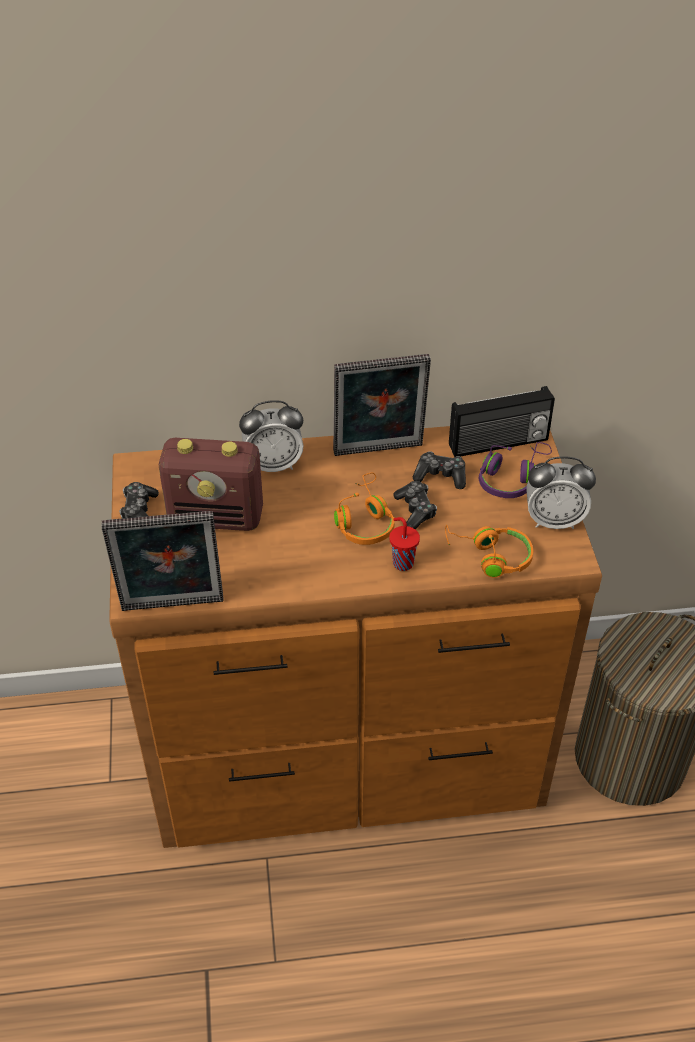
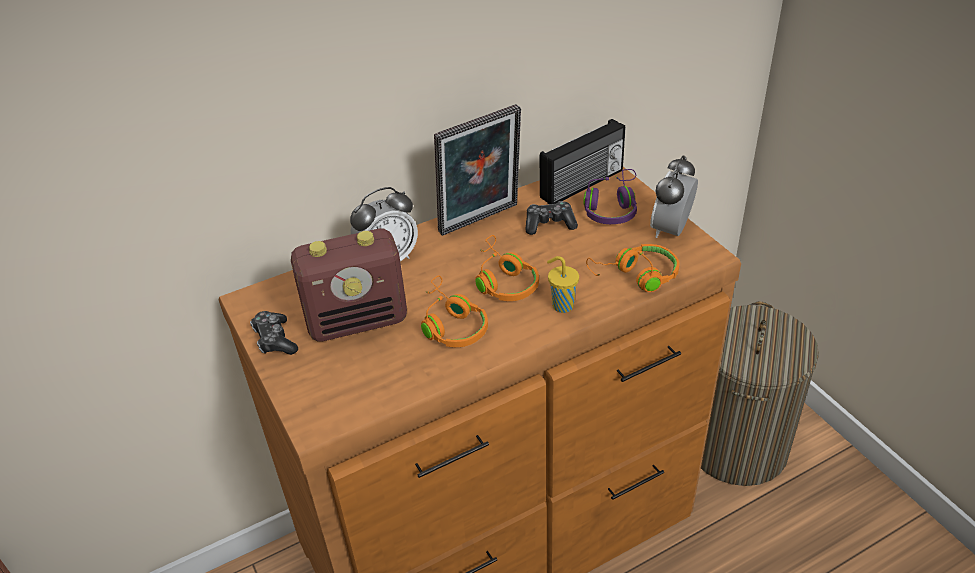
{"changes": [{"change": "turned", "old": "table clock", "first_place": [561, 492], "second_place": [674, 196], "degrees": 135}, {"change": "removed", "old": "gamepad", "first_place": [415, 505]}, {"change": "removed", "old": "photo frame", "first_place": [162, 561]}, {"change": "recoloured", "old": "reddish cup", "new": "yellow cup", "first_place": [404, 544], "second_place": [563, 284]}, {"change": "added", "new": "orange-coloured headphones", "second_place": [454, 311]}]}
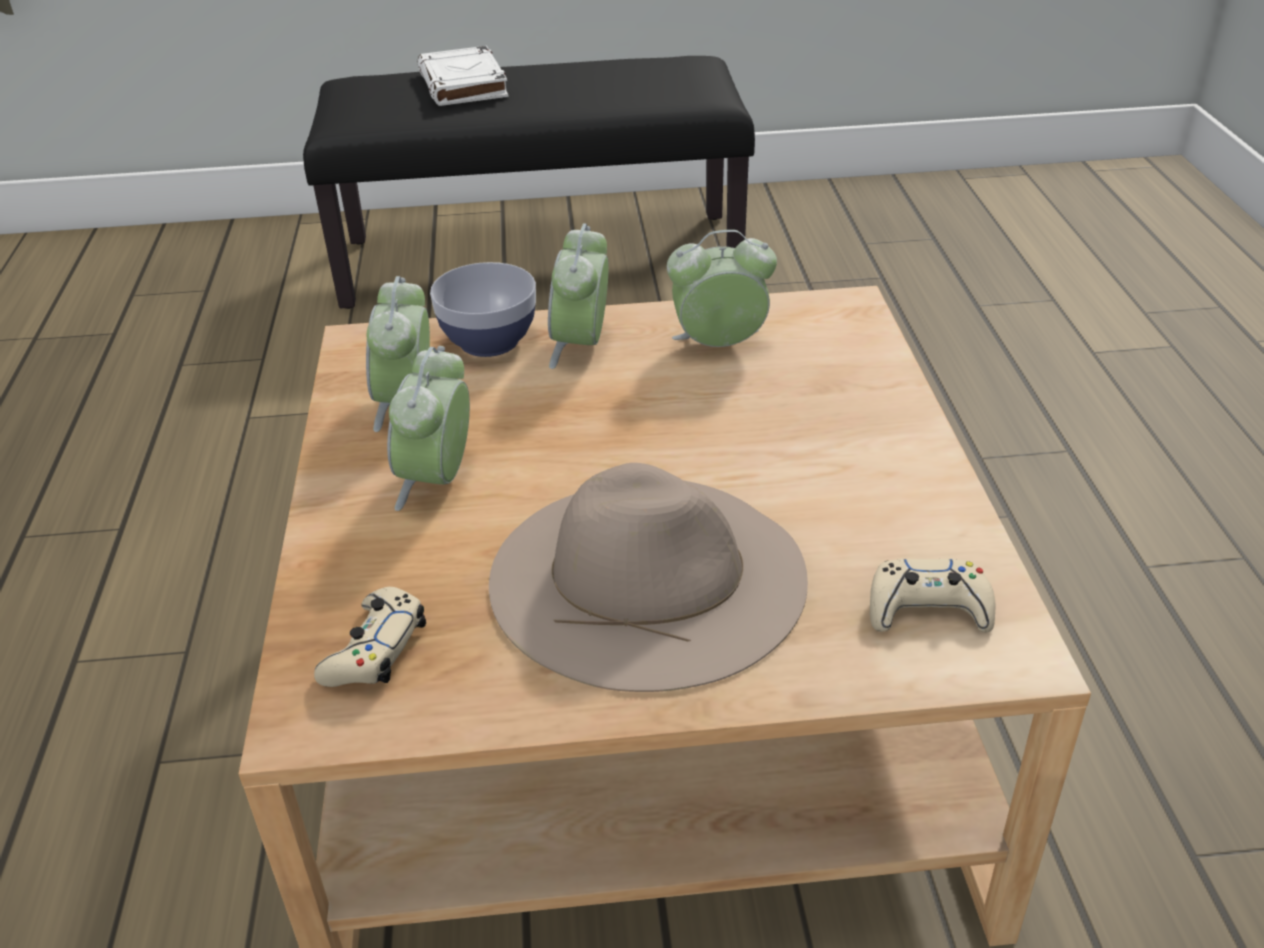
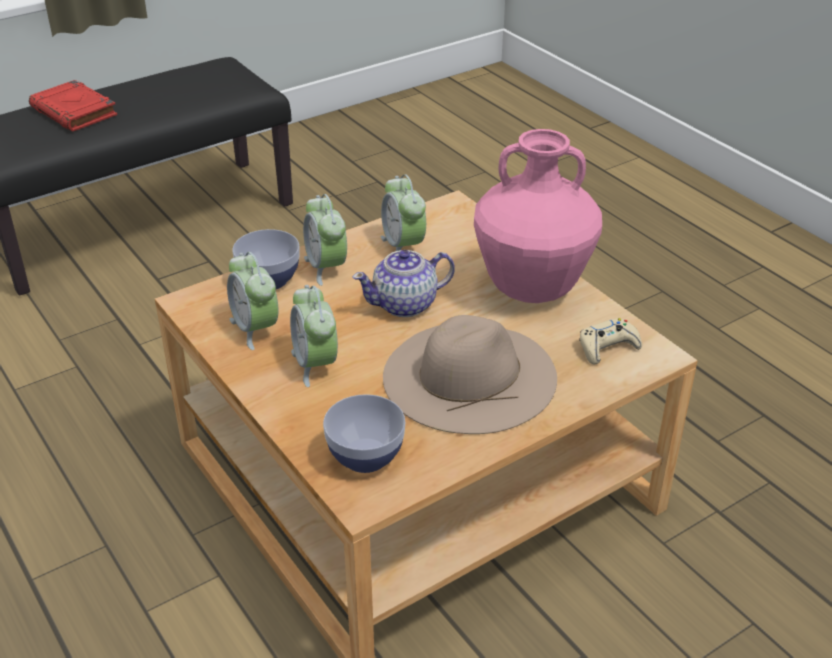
{"changes": [{"change": "recoloured", "old": "whitish book", "new": "reddish book", "first_place": [463, 76], "second_place": [73, 106]}, {"change": "turned", "old": "table clock", "first_place": [722, 288], "second_place": [403, 212], "degrees": -75}, {"change": "replaced", "old": "beige-coloured gamepad", "new": "deep dish", "first_place": [370, 637], "second_place": [364, 433]}, {"change": "added", "new": "pink vase", "second_place": [538, 216]}, {"change": "added", "new": "teapot", "second_place": [403, 283]}]}
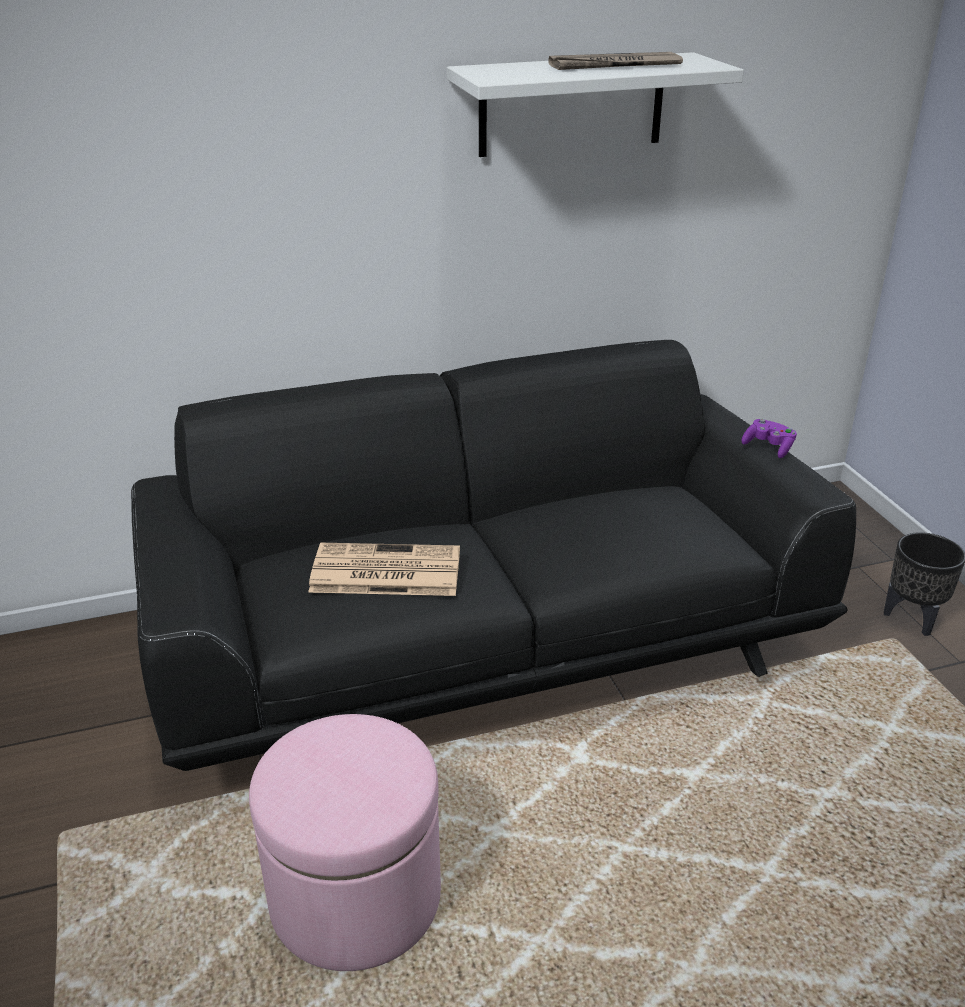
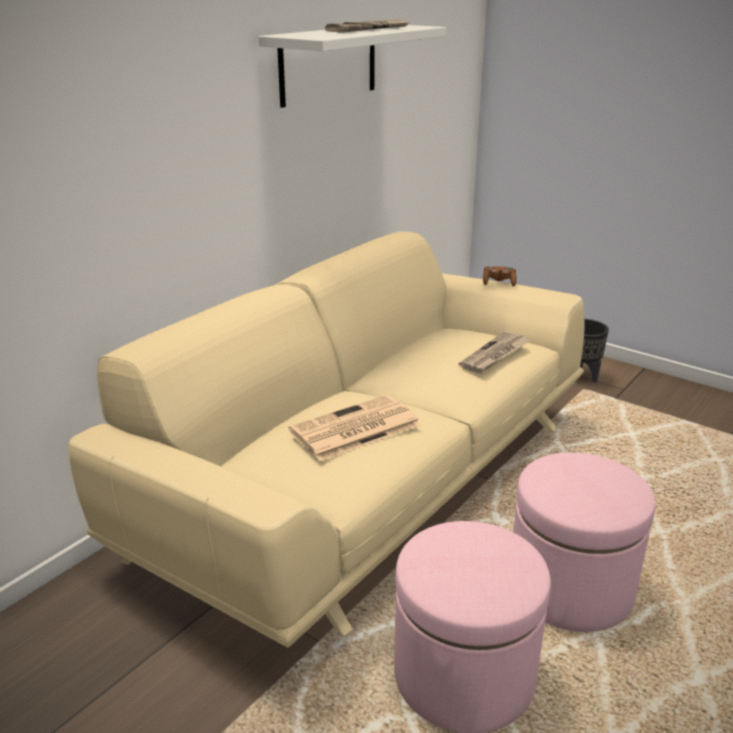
{"changes": [{"change": "recoloured", "old": "black sofa", "new": "beige-coloured sofa", "first_place": [493, 555], "second_place": [326, 440]}, {"change": "recoloured", "old": "purple gamepad", "new": "brownish gamepad", "first_place": [769, 438], "second_place": [500, 276]}, {"change": "added", "new": "daily paper", "second_place": [495, 352]}, {"change": "added", "new": "pink pouffe", "second_place": [584, 542]}]}
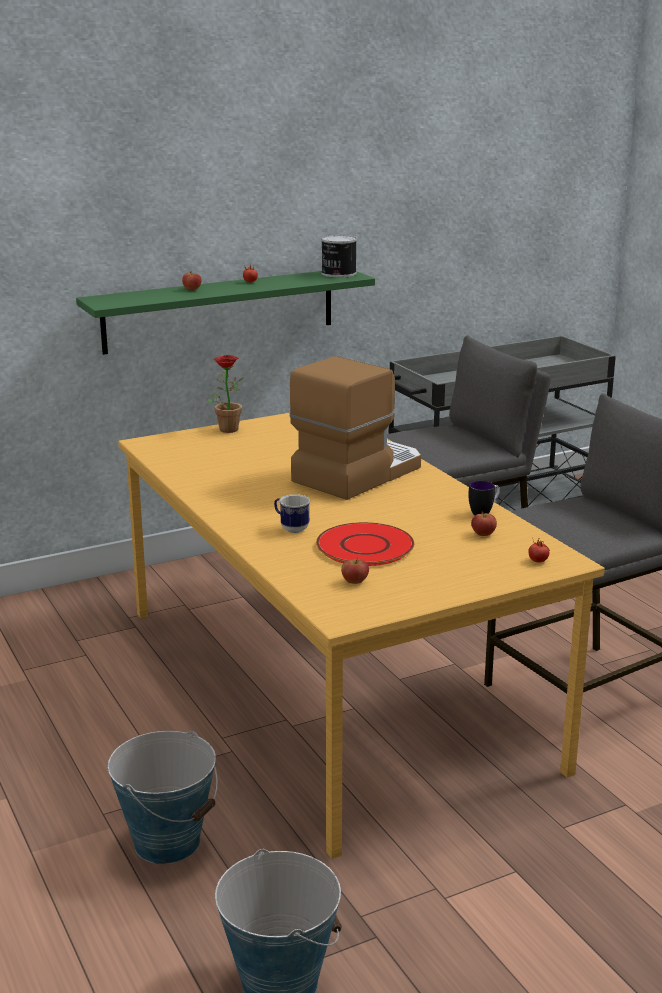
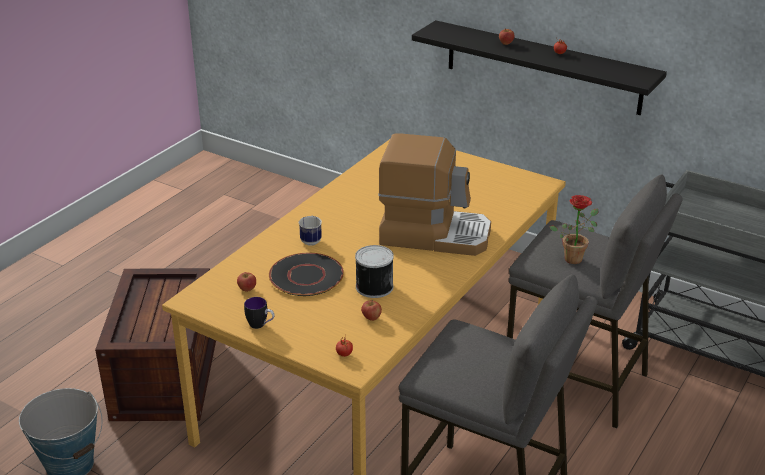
{"changes": [{"change": "moved", "old": "sealed can", "first_place": [339, 256], "second_place": [374, 271]}, {"change": "recoloured", "old": "greenish wall shelf", "new": "black wall shelf", "first_place": [225, 313], "second_place": [539, 67]}, {"change": "moved", "old": "potted plant", "first_place": [224, 394], "second_place": [574, 229]}, {"change": "moved", "old": "tea mug", "first_place": [484, 498], "second_place": [259, 313]}, {"change": "recoloured", "old": "reddish plate", "new": "black plate", "first_place": [365, 544], "second_place": [306, 274]}, {"change": "replaced", "old": "pail", "new": "crate", "first_place": [163, 797], "second_place": [155, 344]}]}
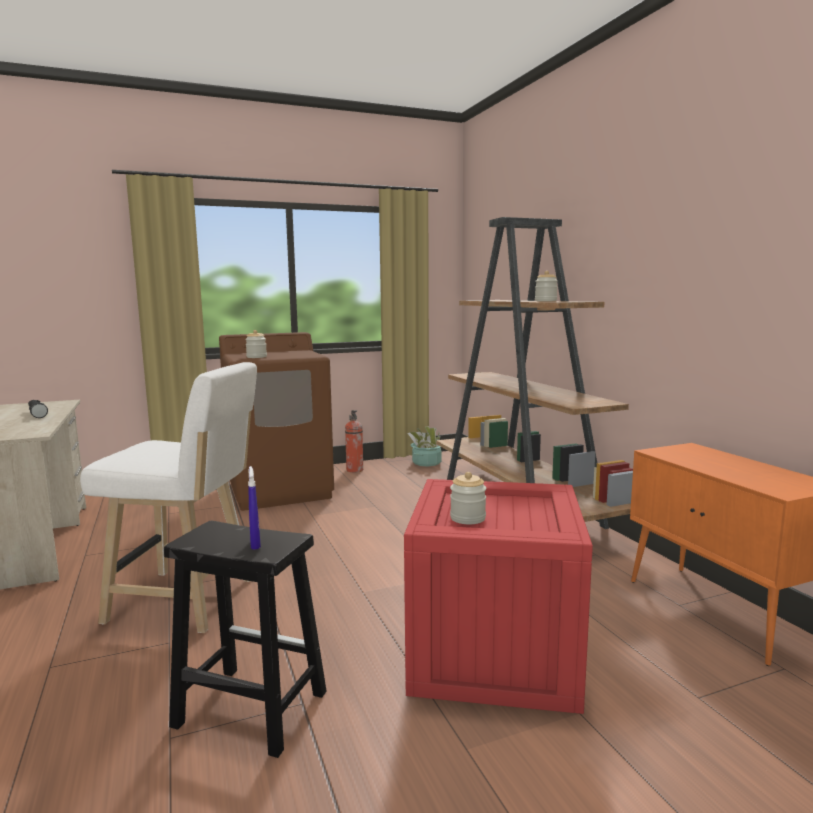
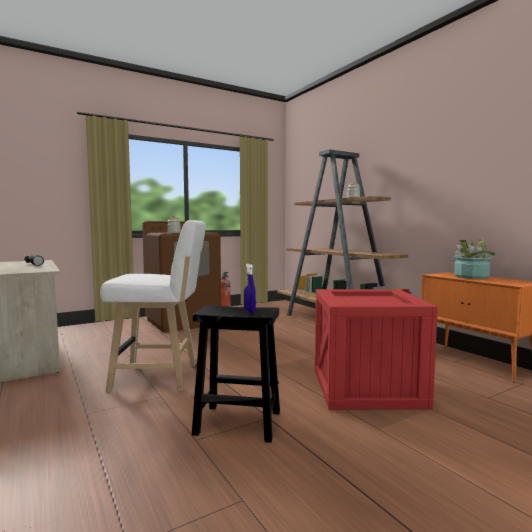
{"changes": [{"change": "moved", "old": "potted plant", "first_place": [424, 446], "second_place": [475, 258]}, {"change": "removed", "old": "preserve jar", "first_place": [468, 498]}]}
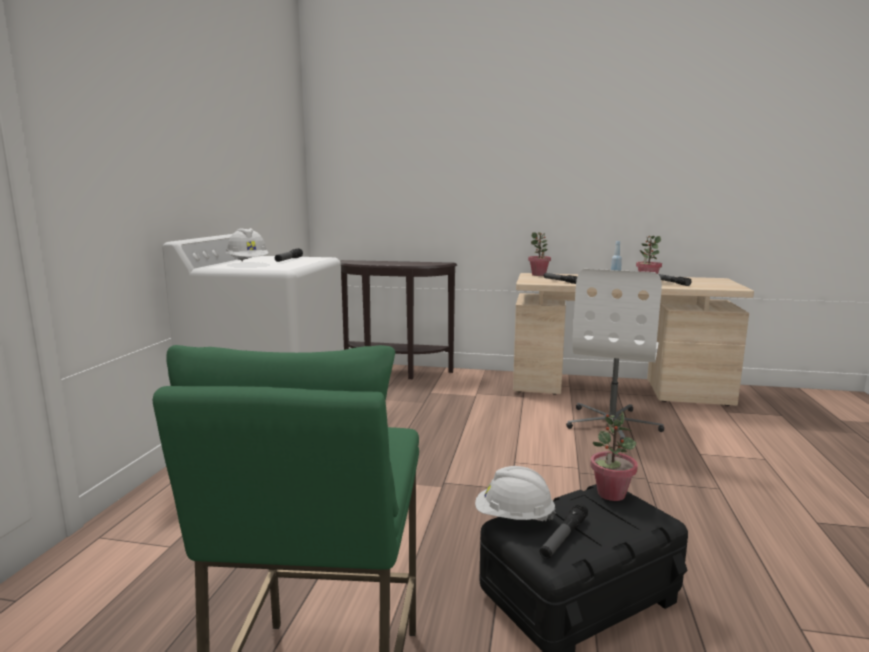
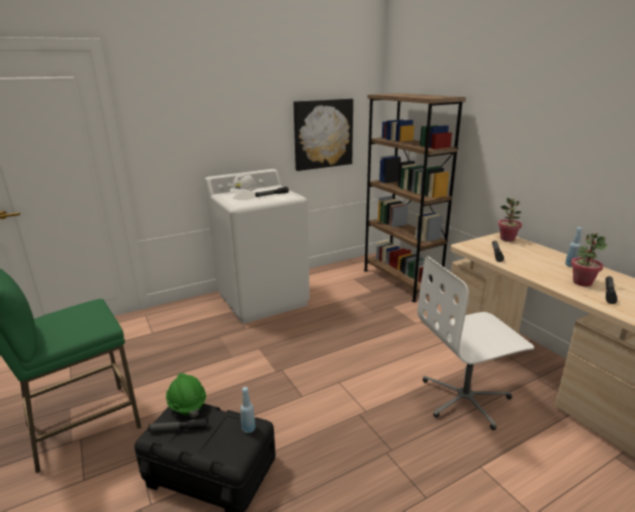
{"changes": [{"change": "replaced", "old": "brownish narrow table", "new": "brownish shelving unit", "first_place": [398, 319], "second_place": [415, 197]}, {"change": "replaced", "old": "potted plant", "new": "blue-coloured beverage bottle", "first_place": [614, 456], "second_place": [247, 410]}, {"change": "recoloured", "old": "whitish safety helmet", "new": "greenish safety helmet", "first_place": [515, 493], "second_place": [186, 395]}, {"change": "added", "new": "wall picture", "second_place": [323, 135]}]}
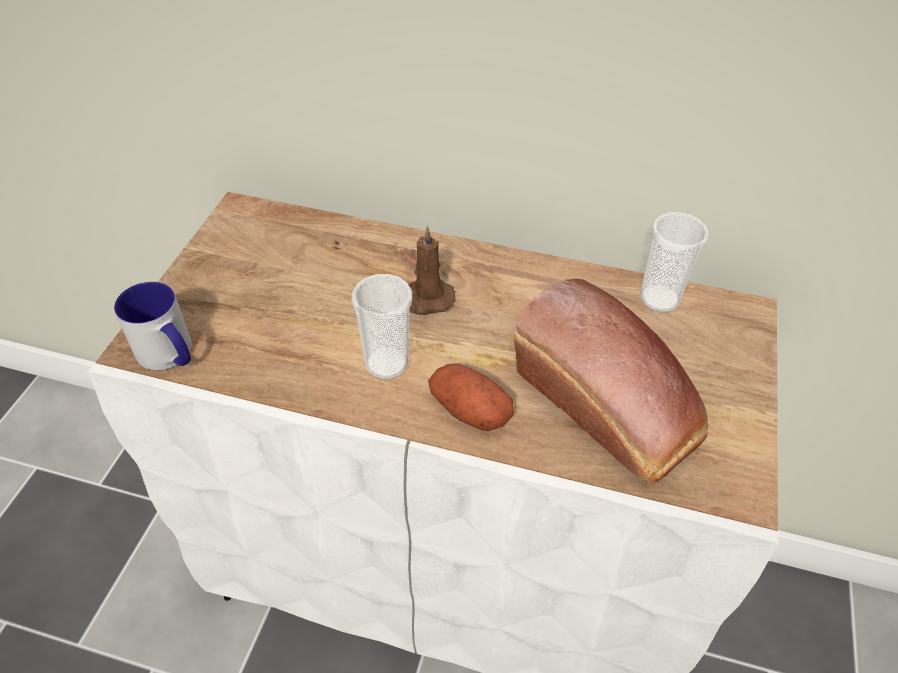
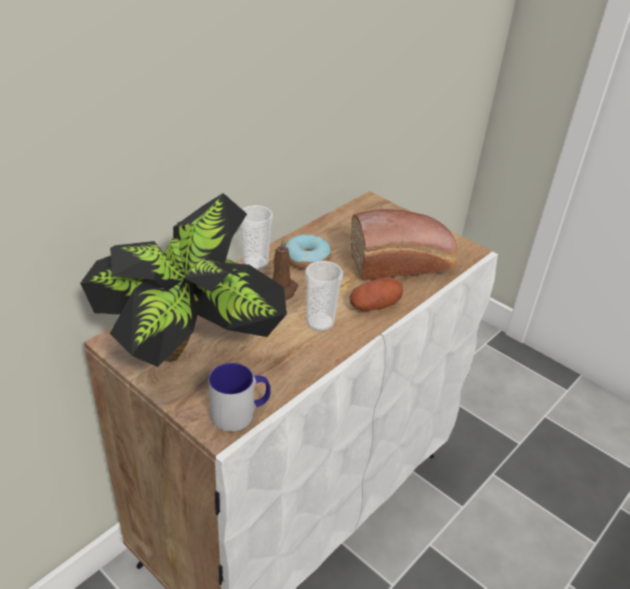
{"changes": [{"change": "moved", "old": "cup", "first_place": [674, 262], "second_place": [256, 237]}, {"change": "added", "new": "potted plant", "second_place": [183, 280]}, {"change": "added", "new": "donut", "second_place": [308, 252]}]}
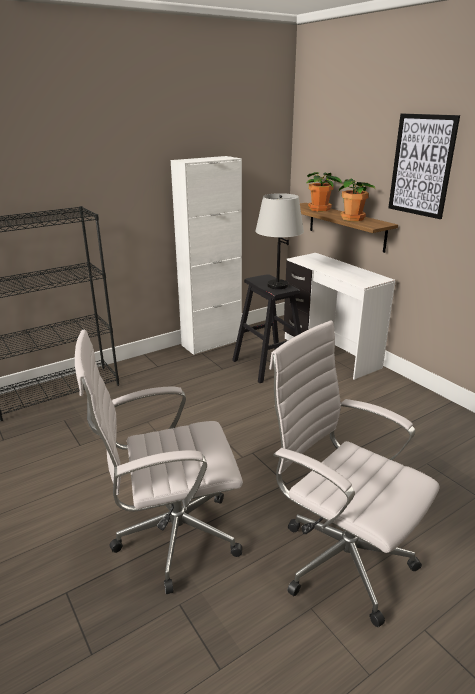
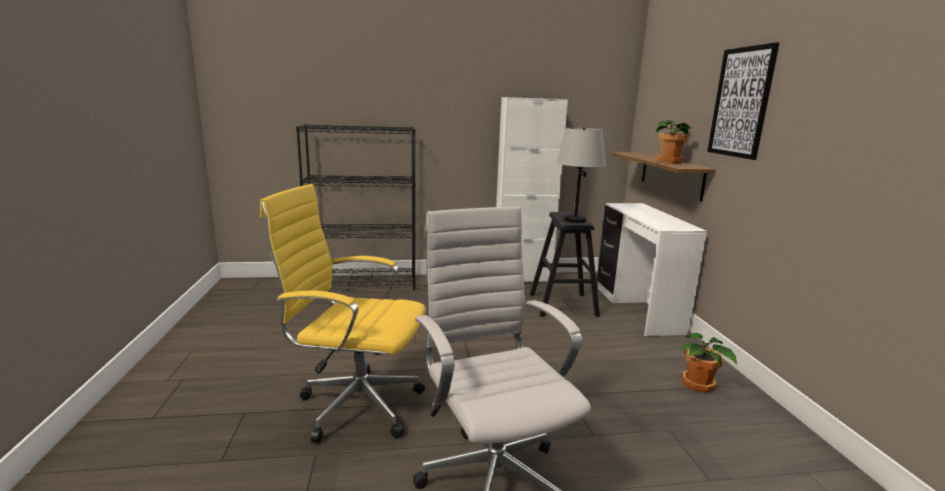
{"changes": [{"change": "moved", "old": "potted plant", "first_place": [324, 192], "second_place": [708, 363]}, {"change": "recoloured", "old": "whitish office chair", "new": "yellow office chair", "first_place": [159, 462], "second_place": [343, 313]}]}
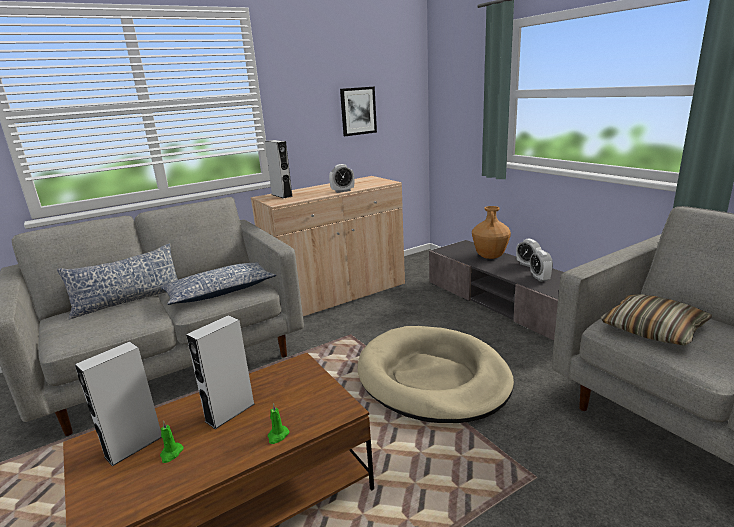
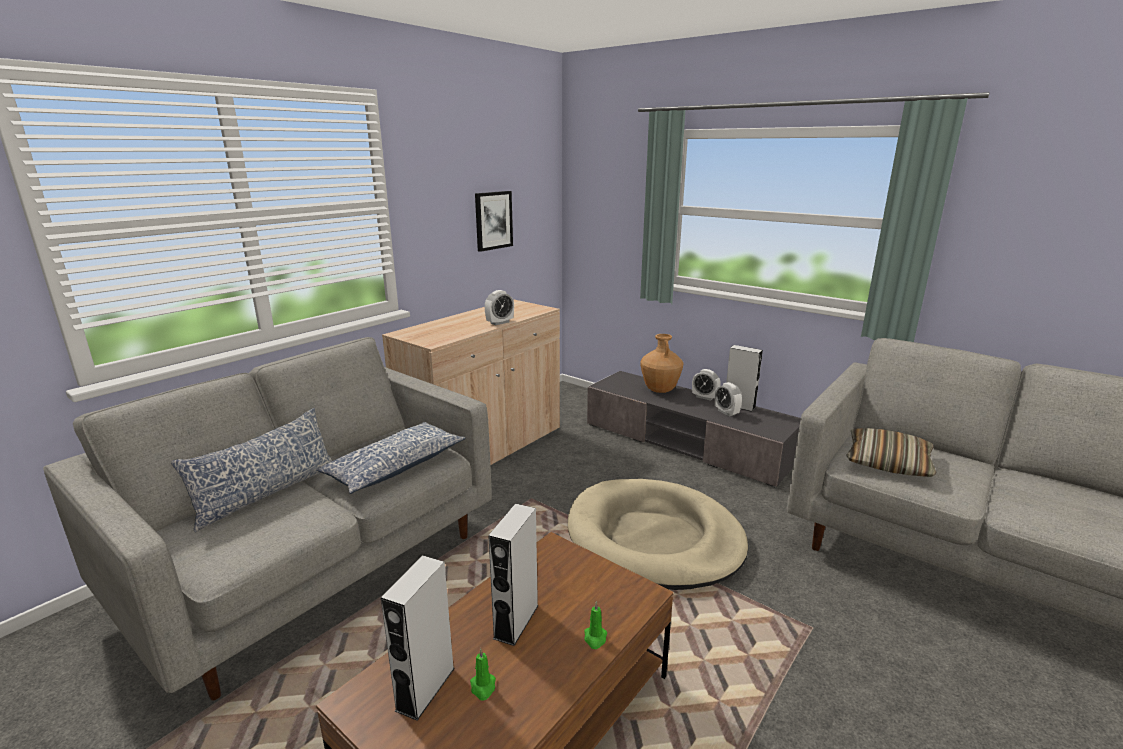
{"changes": [{"change": "moved", "old": "greyish audio speaker", "first_place": [279, 169], "second_place": [744, 378]}]}
